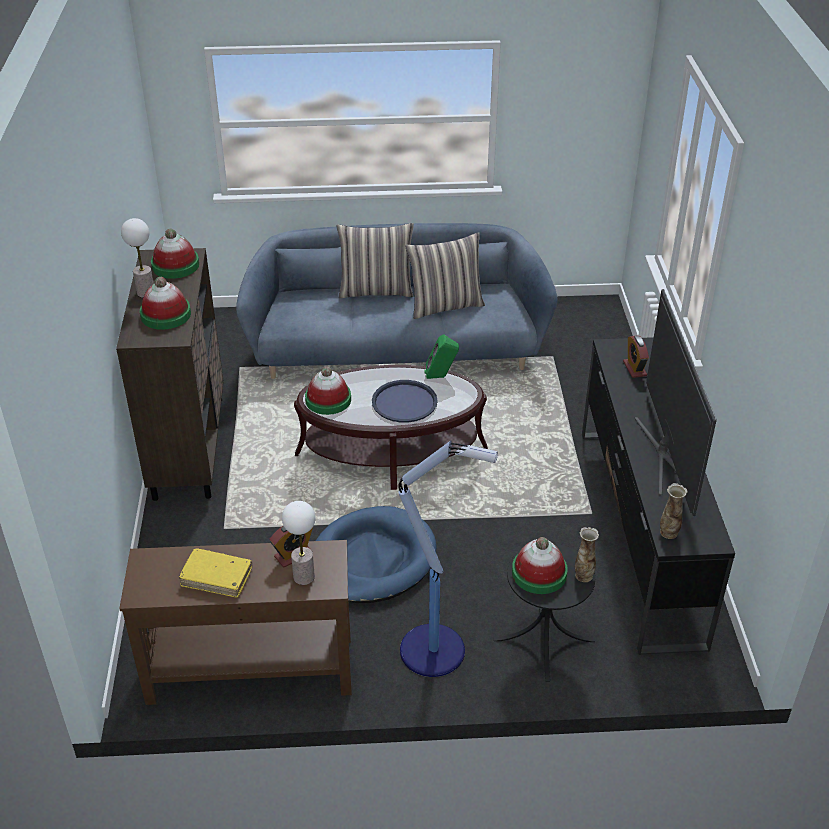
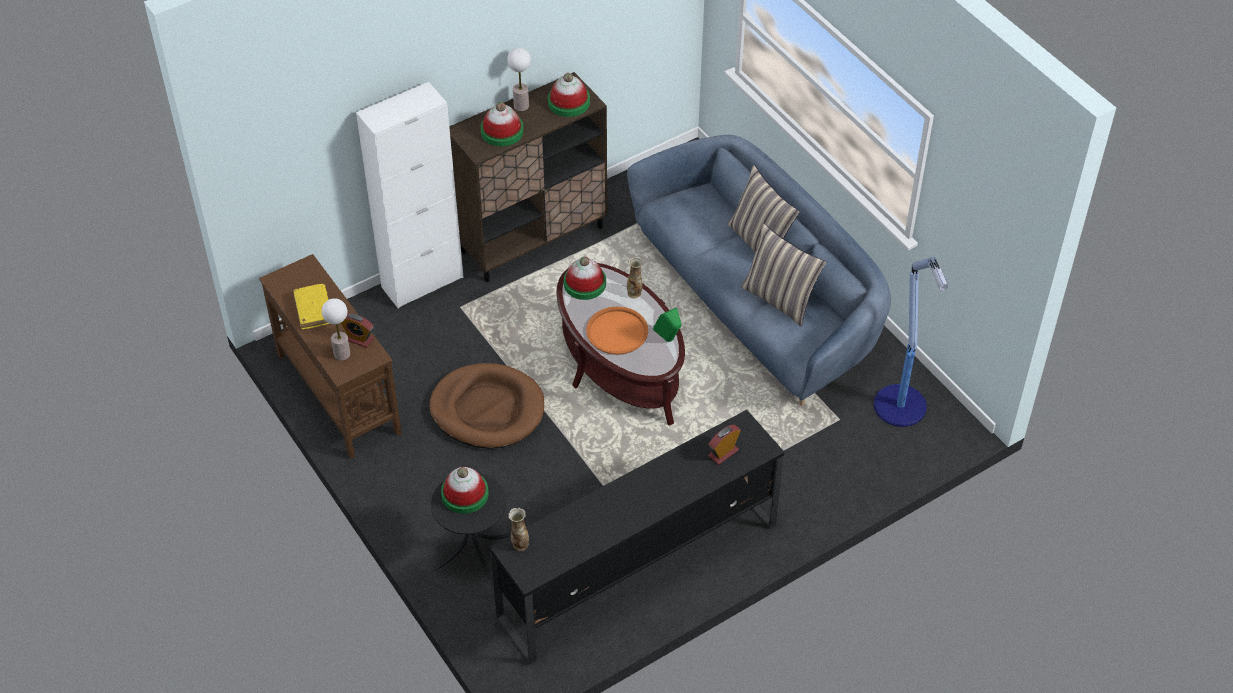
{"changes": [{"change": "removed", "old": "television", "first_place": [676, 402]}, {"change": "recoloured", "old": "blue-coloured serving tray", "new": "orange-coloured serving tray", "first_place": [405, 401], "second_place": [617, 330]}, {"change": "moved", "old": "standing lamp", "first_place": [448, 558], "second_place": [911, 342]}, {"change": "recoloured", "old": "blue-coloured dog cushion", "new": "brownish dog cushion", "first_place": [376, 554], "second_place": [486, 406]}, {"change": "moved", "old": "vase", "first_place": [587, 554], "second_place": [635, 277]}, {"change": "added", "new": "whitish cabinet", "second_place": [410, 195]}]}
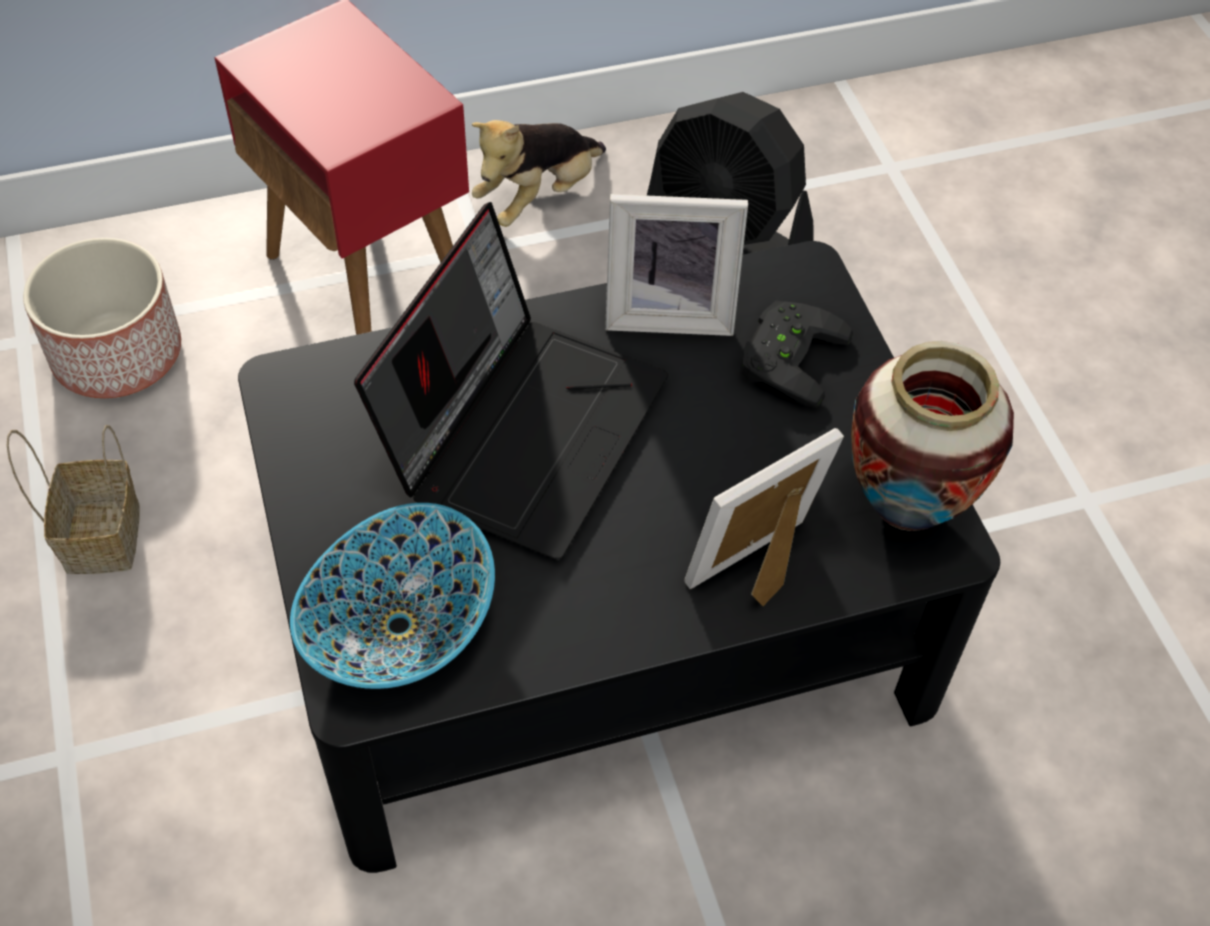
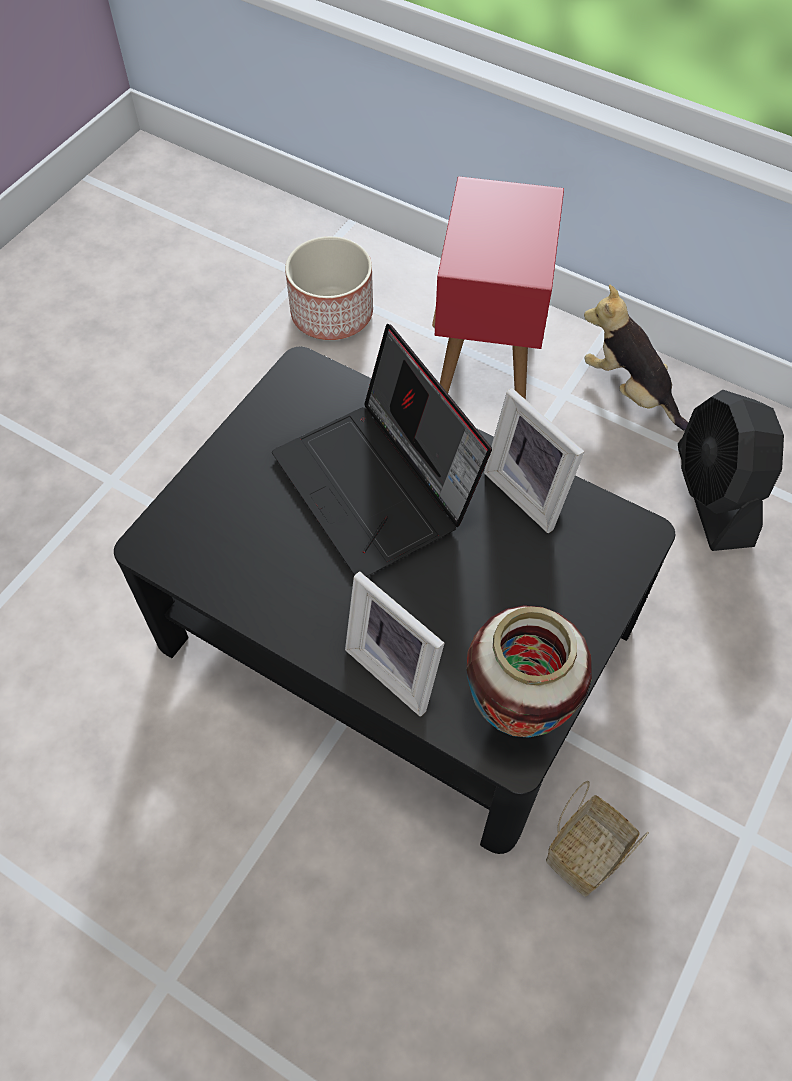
{"changes": [{"change": "turned", "old": "cuddly toy", "first_place": [538, 173], "second_place": [636, 358], "degrees": 45}, {"change": "turned", "old": "portable computer", "first_place": [511, 380], "second_place": [382, 450], "degrees": 75}, {"change": "removed", "old": "black gamepad", "first_place": [796, 354]}, {"change": "moved", "old": "basket", "first_place": [73, 499], "second_place": [597, 839]}, {"change": "turned", "old": "photo frame", "first_place": [764, 517], "second_place": [394, 643], "degrees": -150}, {"change": "removed", "old": "deep dish", "first_place": [392, 596]}]}
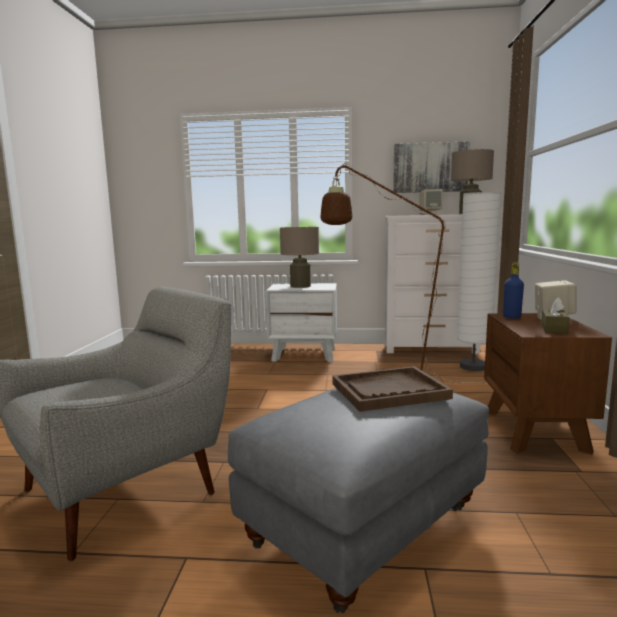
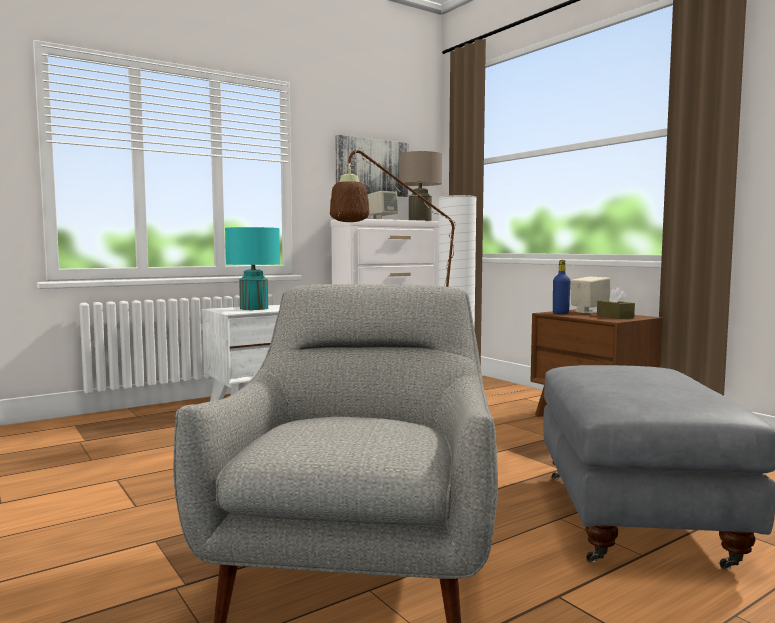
{"changes": [{"change": "recoloured", "old": "beige-coloured lamp for a table", "new": "turquoise lamp for a table", "first_place": [299, 257], "second_place": [252, 268]}, {"change": "removed", "old": "brownish serving tray", "first_place": [392, 389]}]}
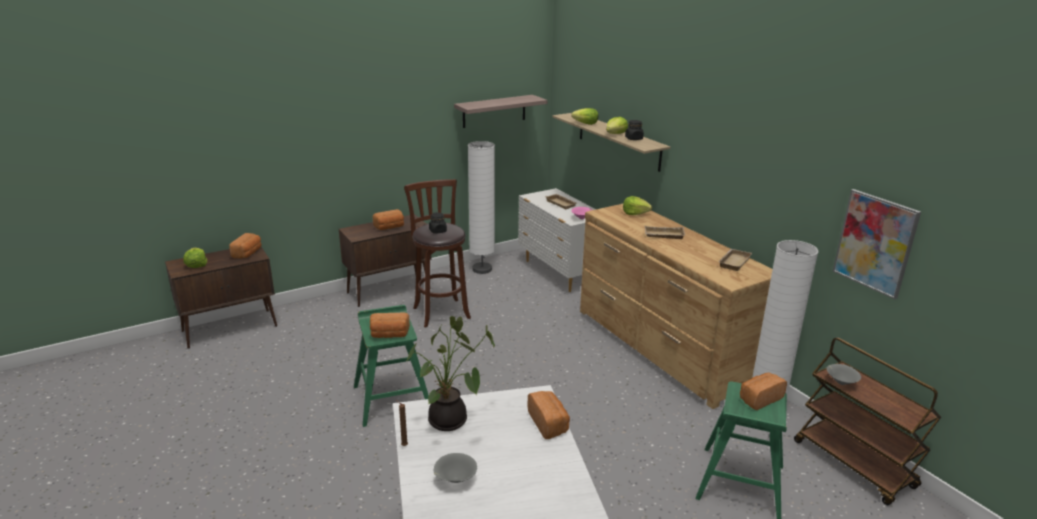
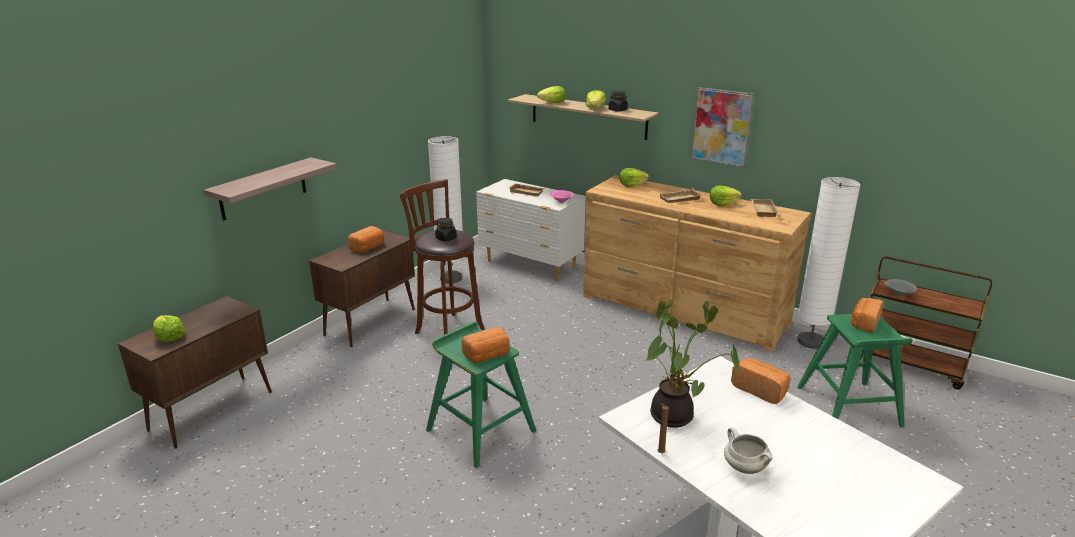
{"changes": [{"change": "moved", "old": "wall shelf", "first_place": [500, 111], "second_place": [270, 189]}, {"change": "moved", "old": "wall picture", "first_place": [877, 244], "second_place": [723, 127]}, {"change": "removed", "old": "bread", "first_place": [245, 246]}, {"change": "replaced", "old": "greyish deep dish", "new": "whitish stockpot", "first_place": [455, 468], "second_place": [748, 450]}, {"change": "added", "new": "lettuce", "second_place": [726, 196]}]}
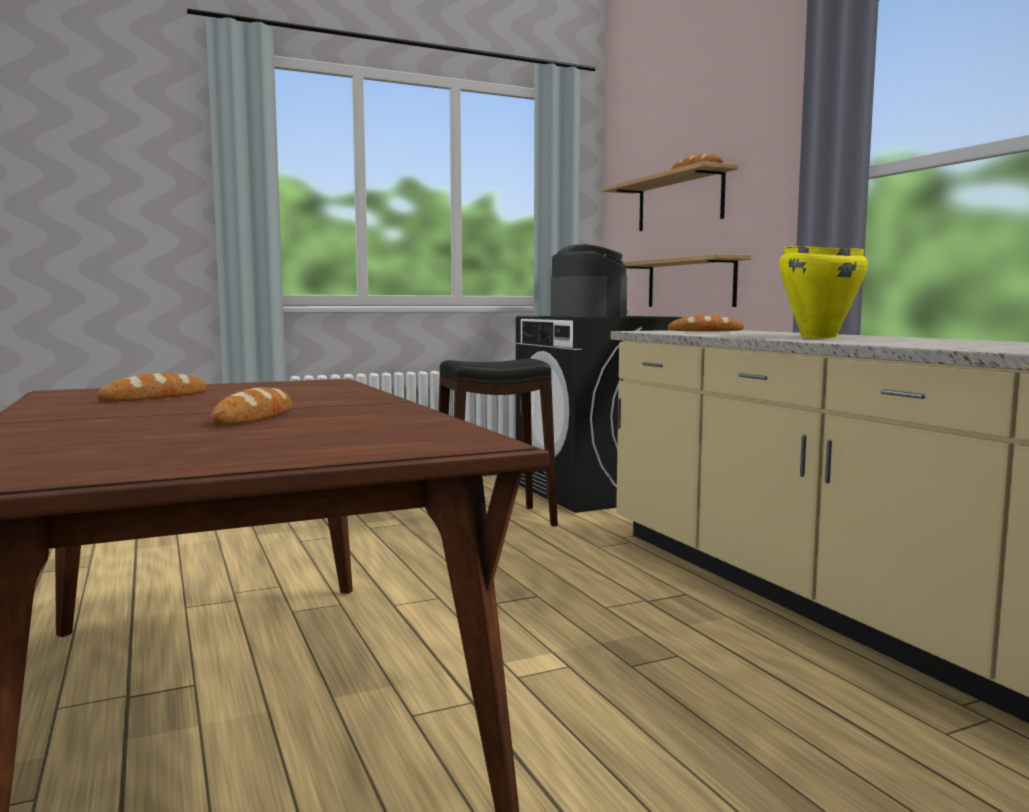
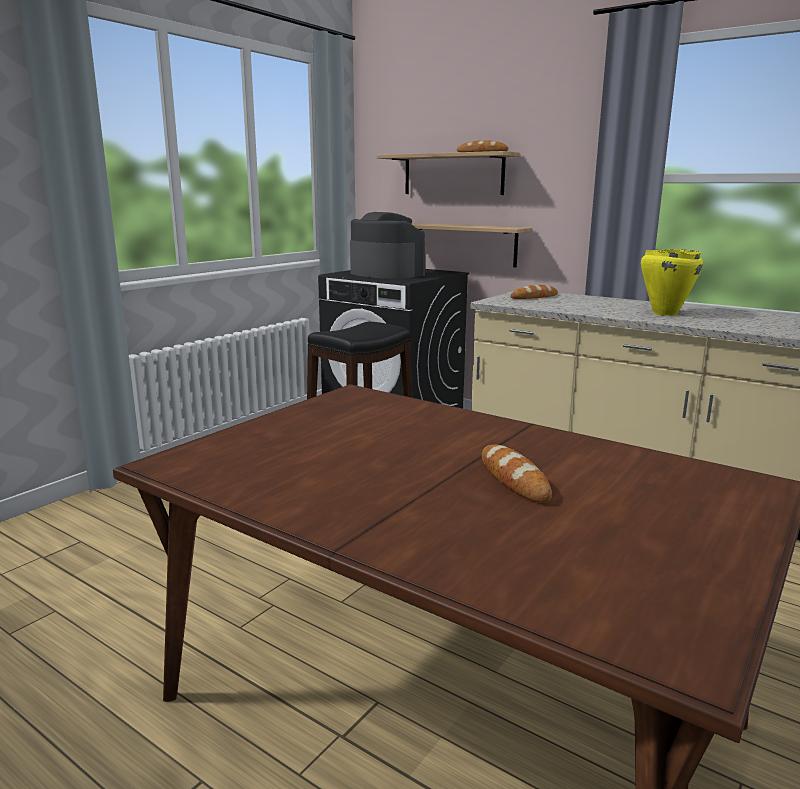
{"changes": [{"change": "removed", "old": "bread", "first_place": [151, 387]}]}
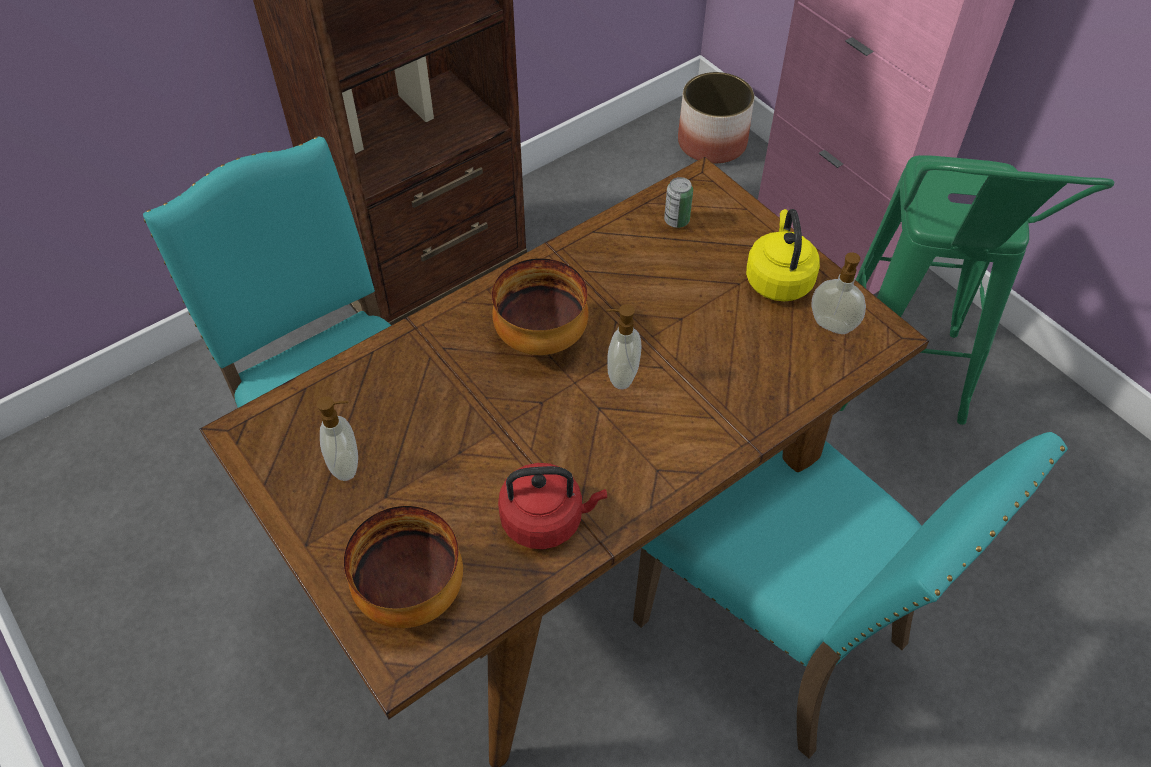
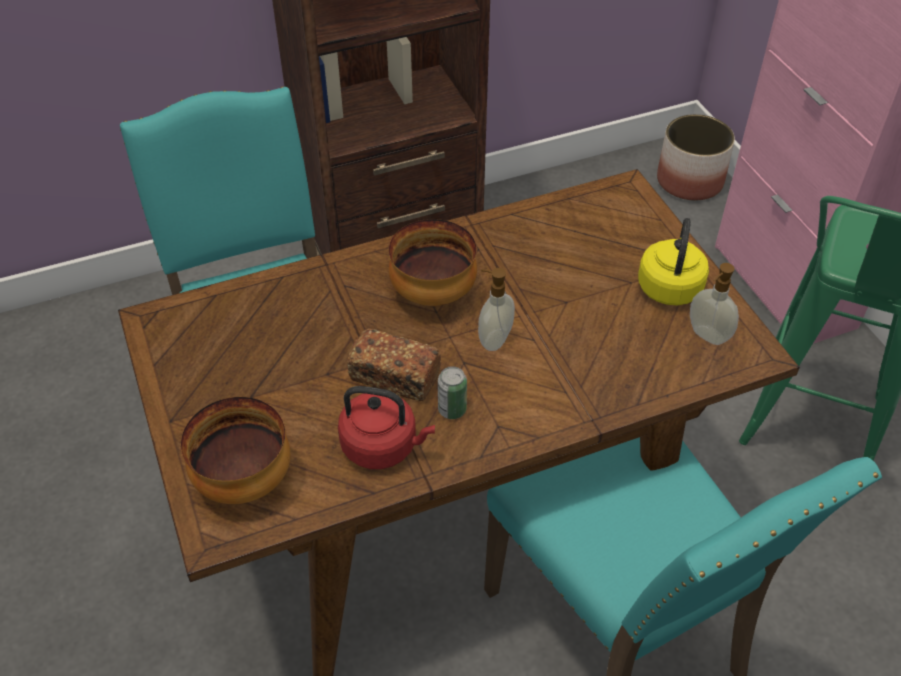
{"changes": [{"change": "moved", "old": "sealed can", "first_place": [678, 202], "second_place": [452, 392]}, {"change": "removed", "old": "soap dispenser", "first_place": [337, 438]}, {"change": "added", "new": "bread", "second_place": [394, 365]}]}
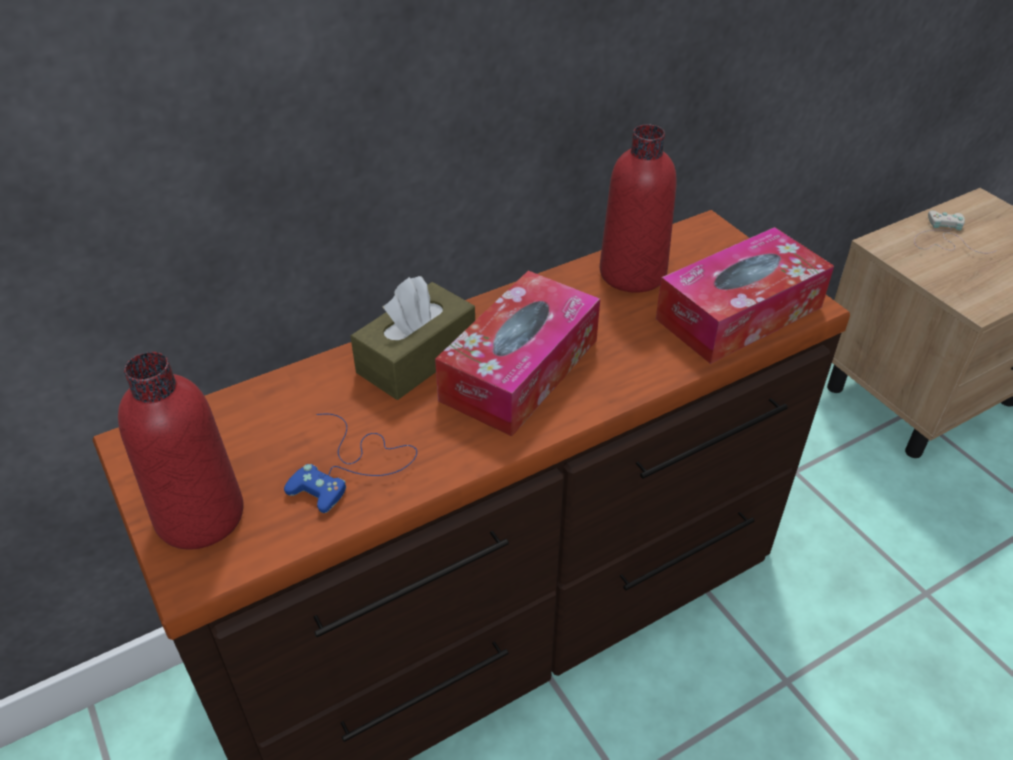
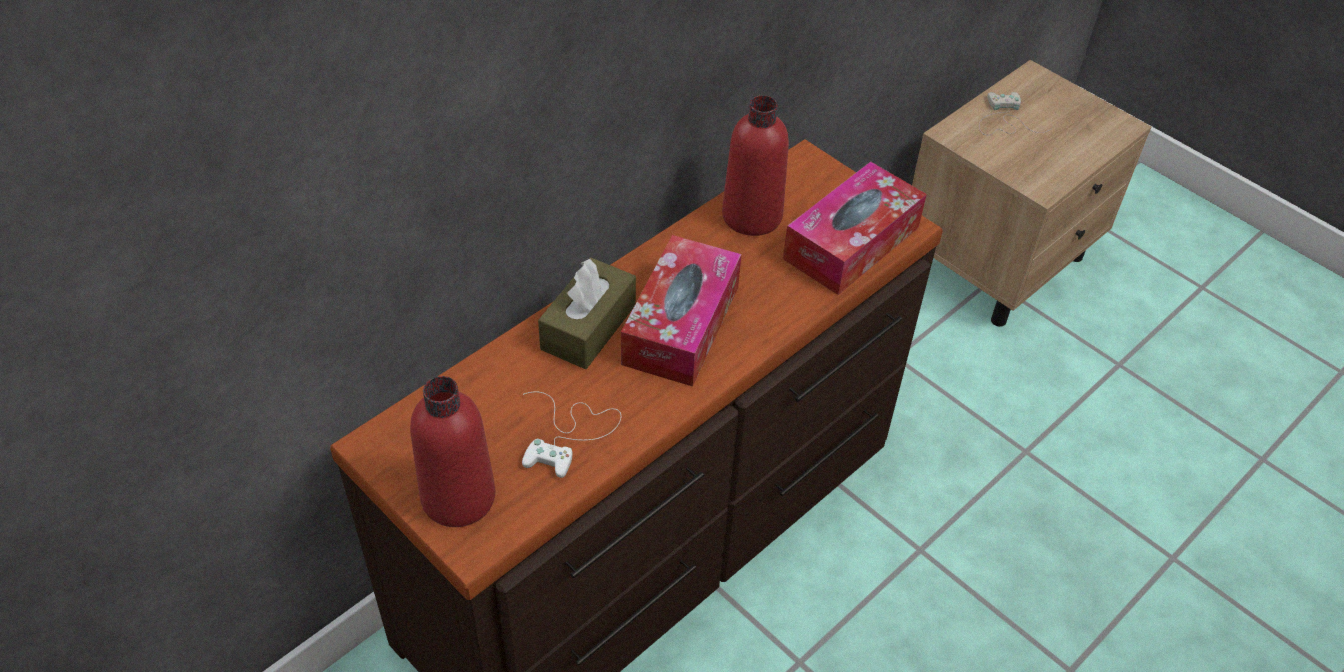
{"changes": [{"change": "recoloured", "old": "blue-coloured gamepad", "new": "whitish gamepad", "first_place": [350, 463], "second_place": [571, 434]}]}
